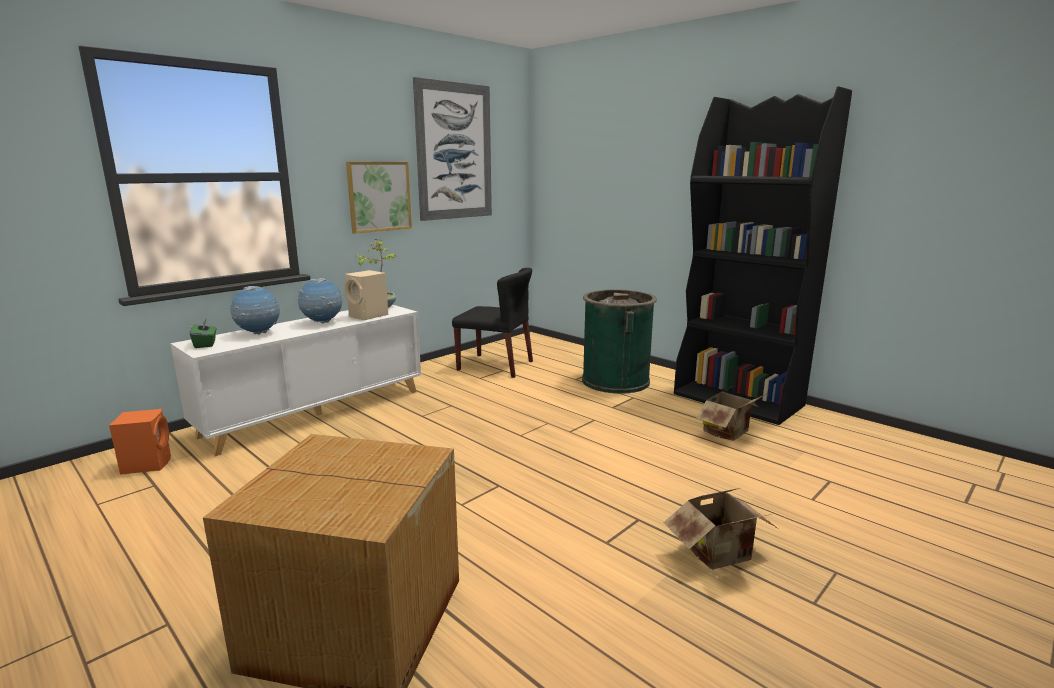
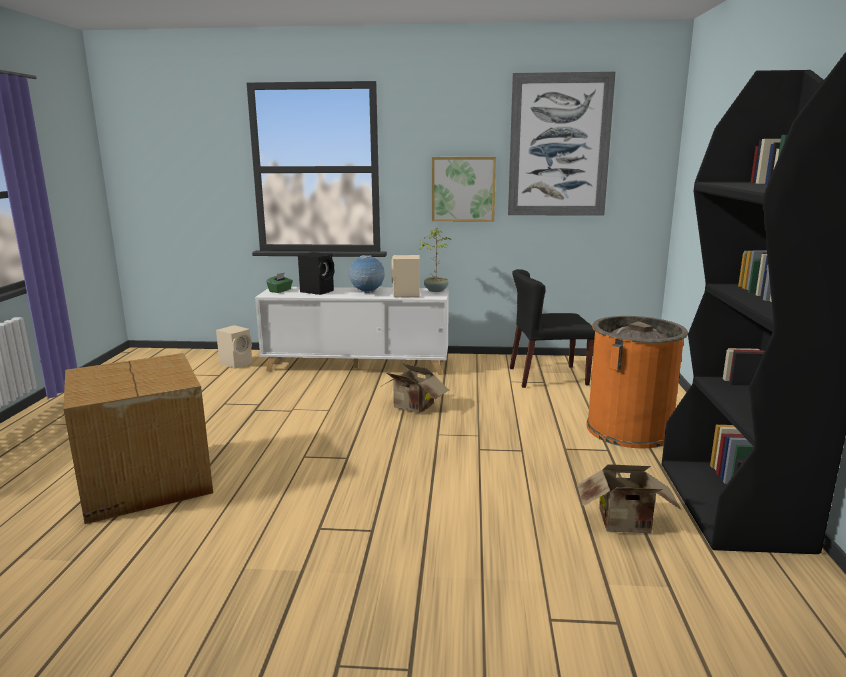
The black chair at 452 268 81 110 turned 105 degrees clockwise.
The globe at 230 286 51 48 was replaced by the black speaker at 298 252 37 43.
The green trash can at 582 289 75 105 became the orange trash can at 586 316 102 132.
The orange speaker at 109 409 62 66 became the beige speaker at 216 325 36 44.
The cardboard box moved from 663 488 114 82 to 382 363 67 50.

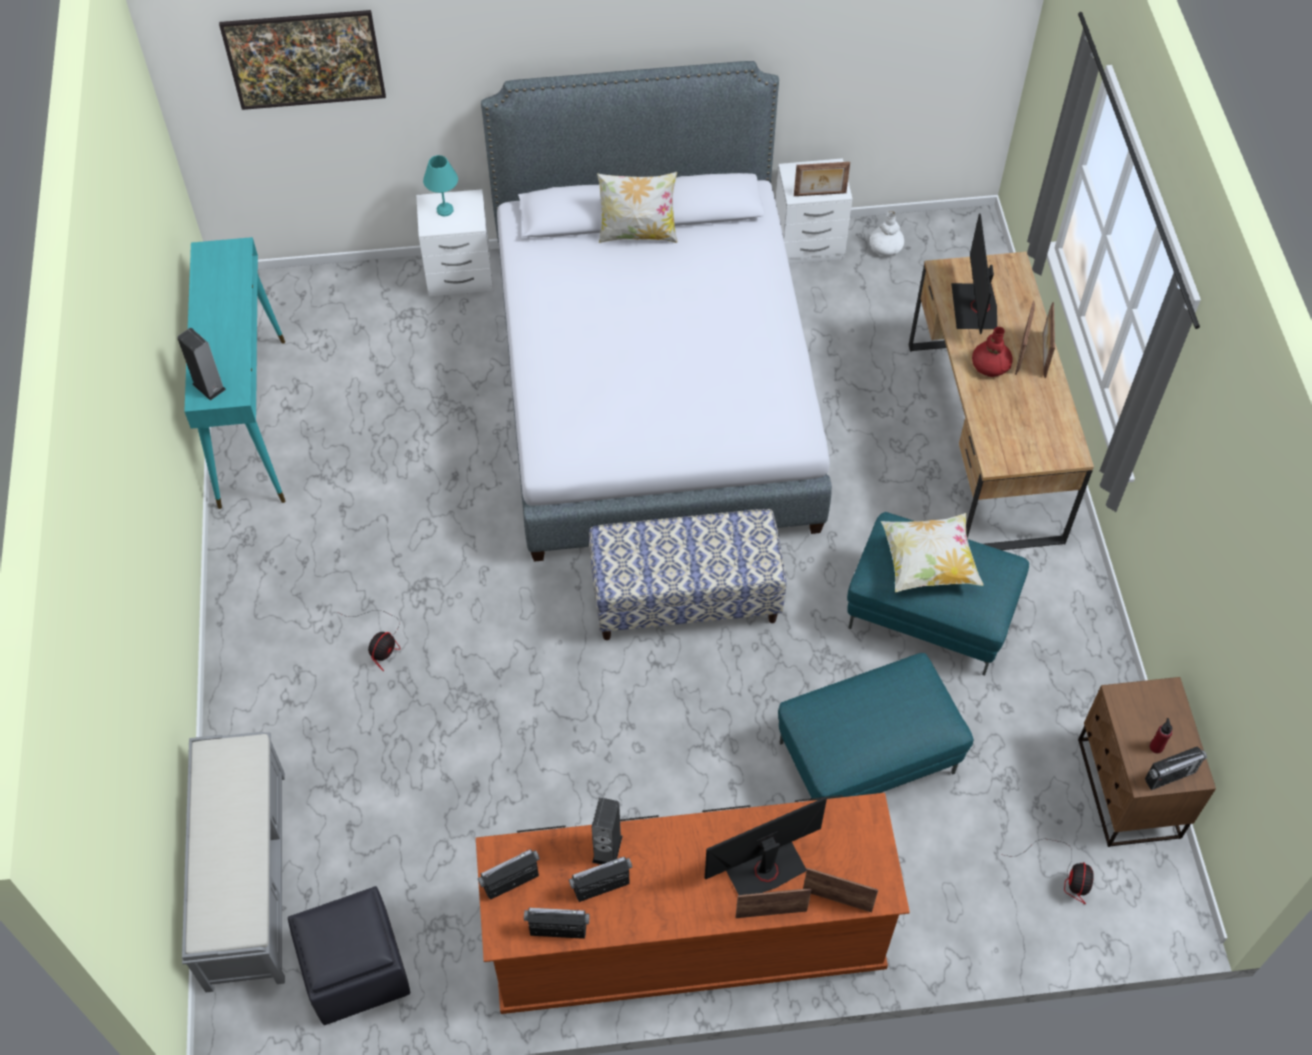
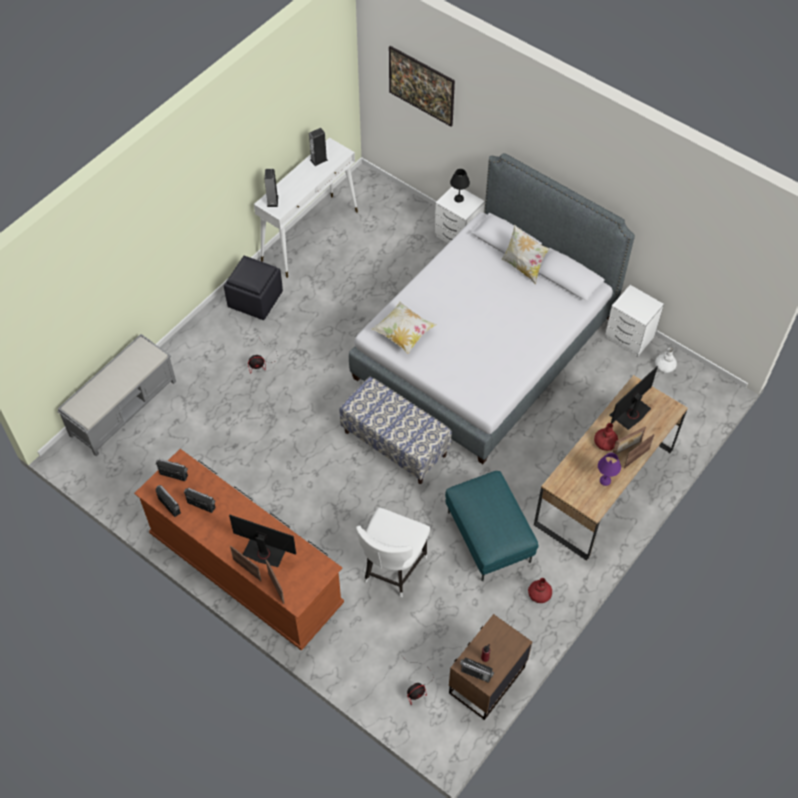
The turquoise table lamp at 423 155 35 61 became the black table lamp at 450 169 20 34.
The picture frame at 794 162 56 34 disappeared.
The turquoise console table at 184 237 101 272 became the white console table at 254 137 104 141.
The pillow moved from 881 513 102 80 to 372 301 65 53.
The turquoise ottoman at 778 653 196 147 was replaced by the white chair at 356 507 74 90.
The speaker moved from 592 798 31 67 to 309 128 19 38.
The black ottoman moved from 288 886 122 139 to 224 256 59 64.
The purple table lamp at 598 453 23 33 appeared.
The red vase at 528 578 24 25 appeared.

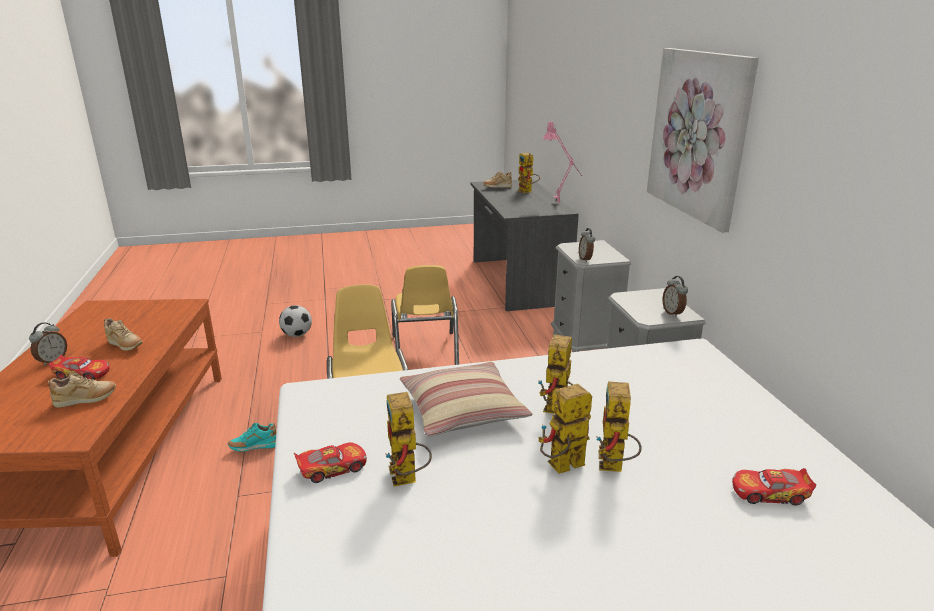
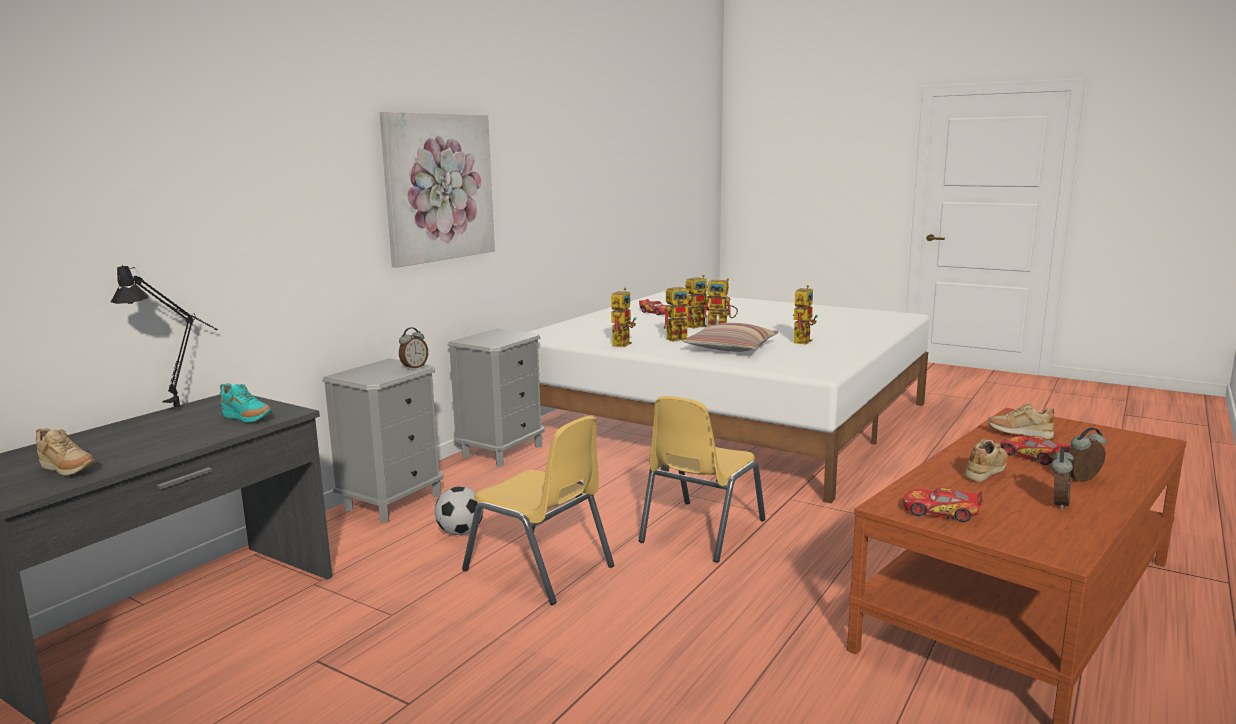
The pink table lamp at 543 120 39 83 became the black table lamp at 111 265 107 143.
The toy robot moved from 517 153 23 40 to 611 288 25 59.
The yellow chair at 391 265 68 100 turned 90 degrees clockwise.
The alarm clock moved from 663 276 25 41 to 1051 446 23 64.
The football moved from 279 305 33 32 to 435 486 48 49.
The beige shoe at 104 318 39 33 turned 60 degrees clockwise.
The turquoise shoe moved from 228 423 48 29 to 220 383 52 39.
The toy car moved from 294 442 72 41 to 903 487 80 35.

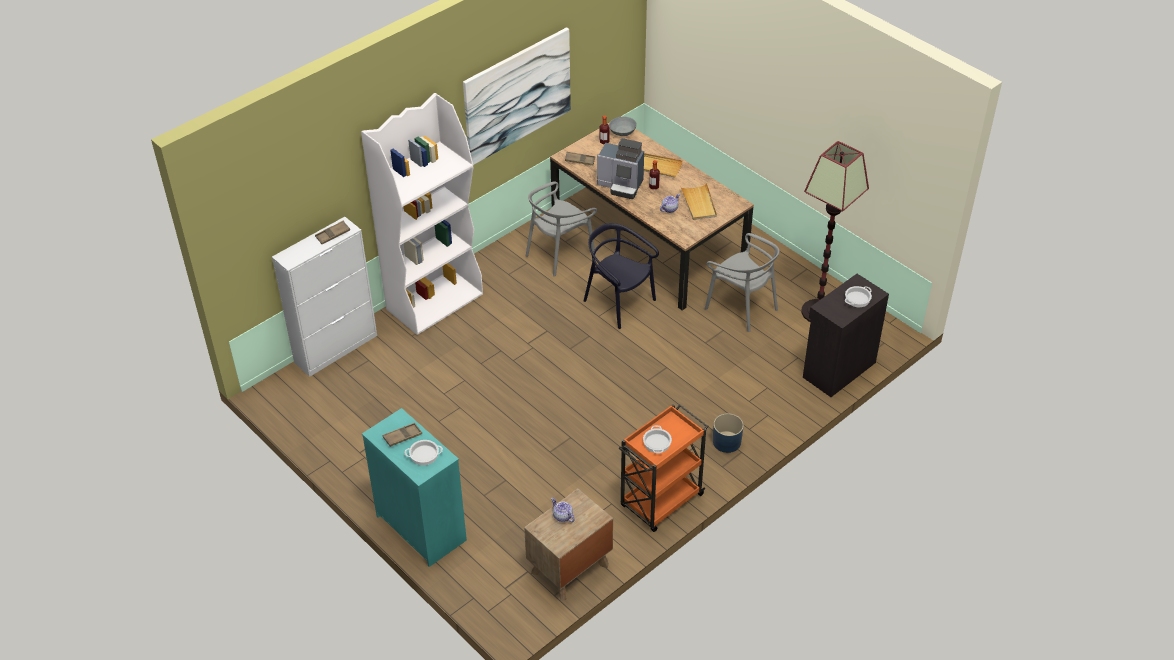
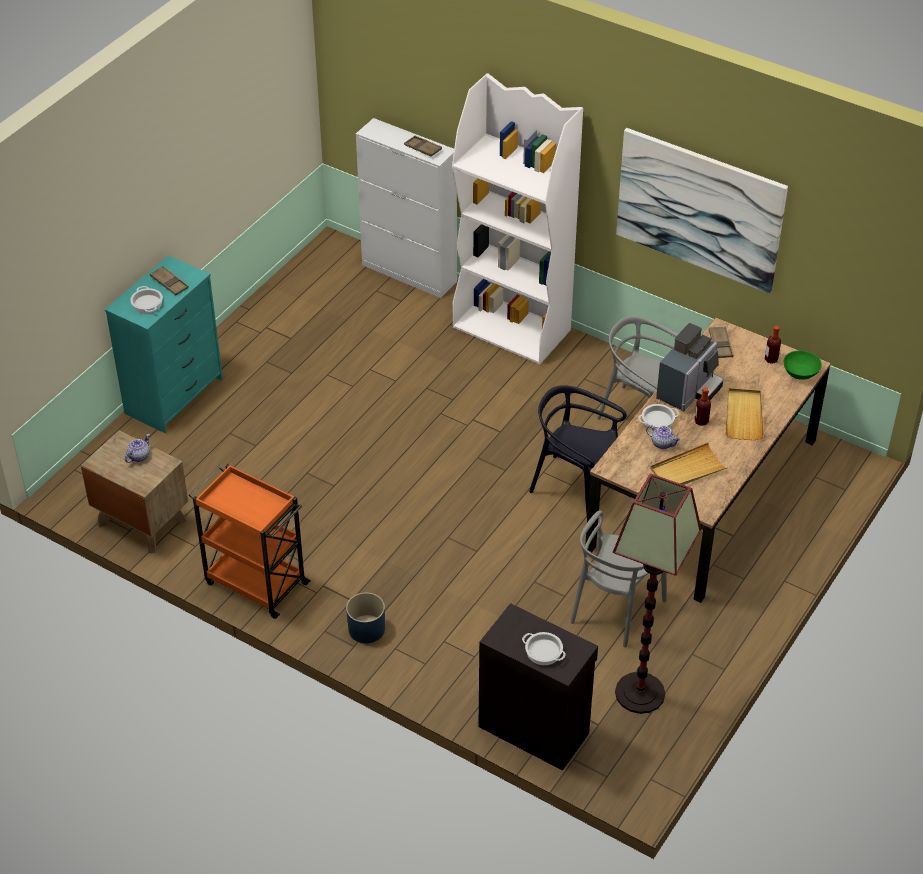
The grey bowl at 609 116 28 20 became the green bowl at 784 350 38 30.
The coffee machine at 597 138 47 61 turned 150 degrees counterclockwise.
The black chair at 584 223 75 106 turned 90 degrees counterclockwise.
The cooking pot moved from 643 425 29 28 to 638 404 41 26.

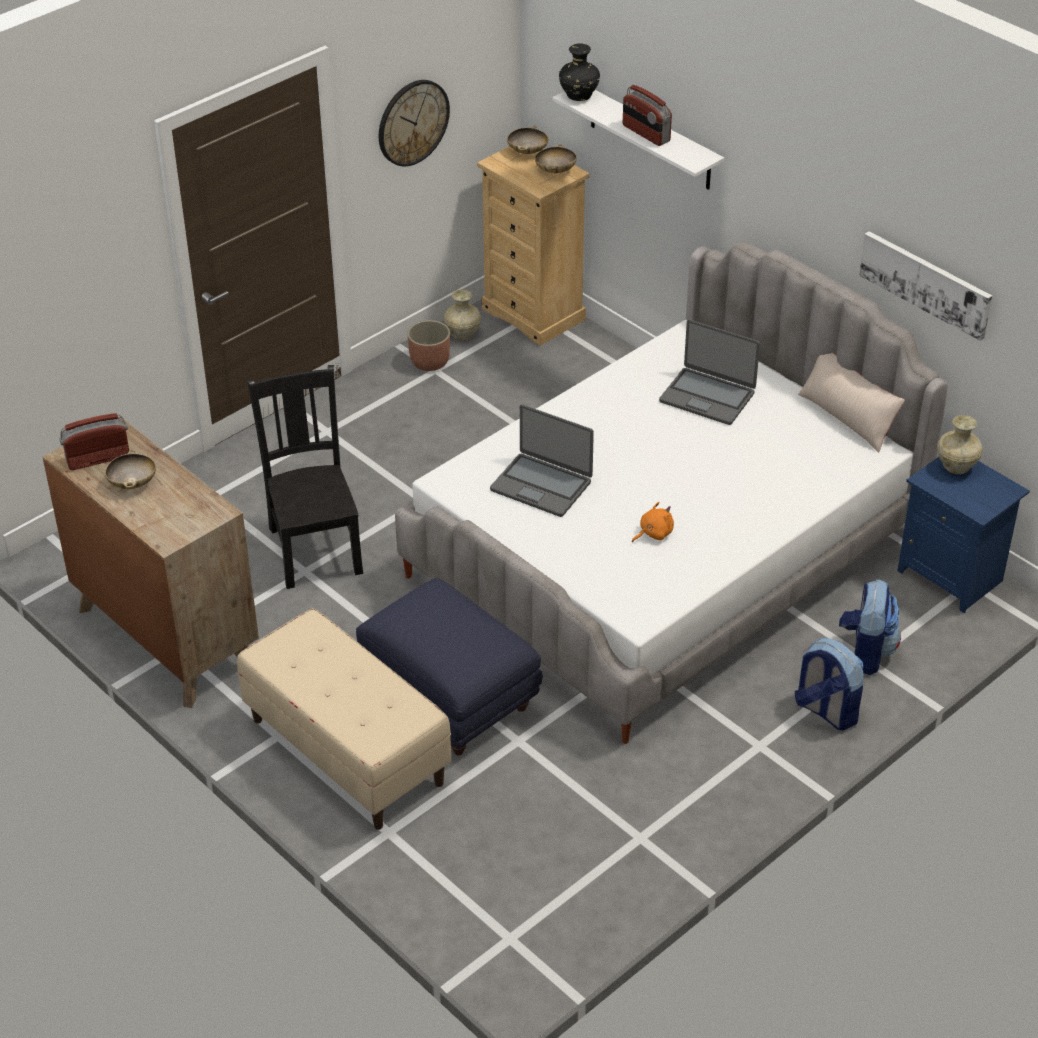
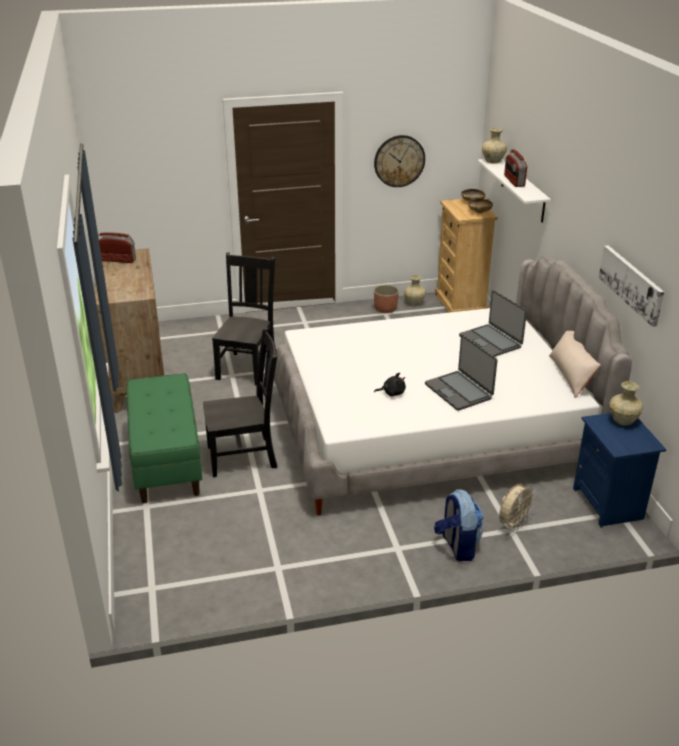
The black vase at 559 43 41 58 became the beige vase at 482 127 25 36.
The laptop moved from 490 404 104 113 to 425 335 72 76.
The beige bowl at 105 450 51 39 disappeared.
The orange plush toy at 632 502 42 40 became the black plush toy at 374 373 32 23.
The blue ottoman at 356 578 187 177 was replaced by the black chair at 203 327 74 150.
The backpack at 839 579 62 96 was replaced by the beige fan at 499 483 37 49.
The beige bench at 237 608 214 222 became the green bench at 126 373 76 130.

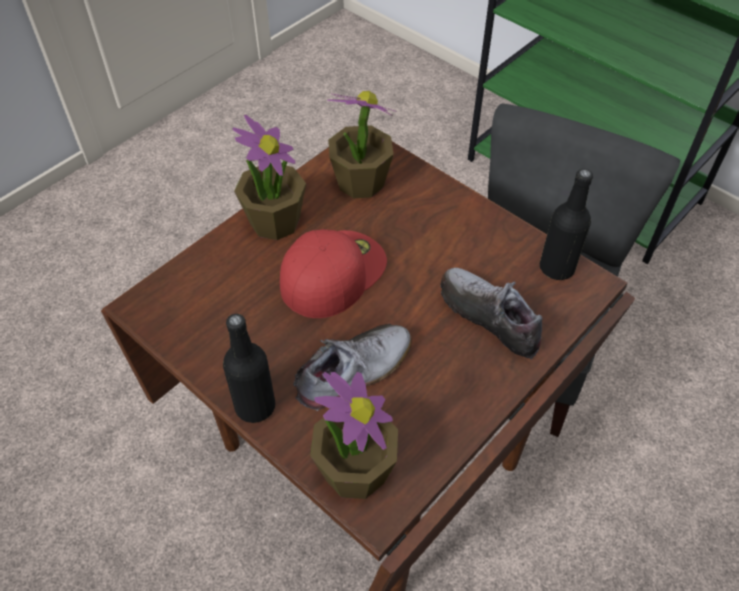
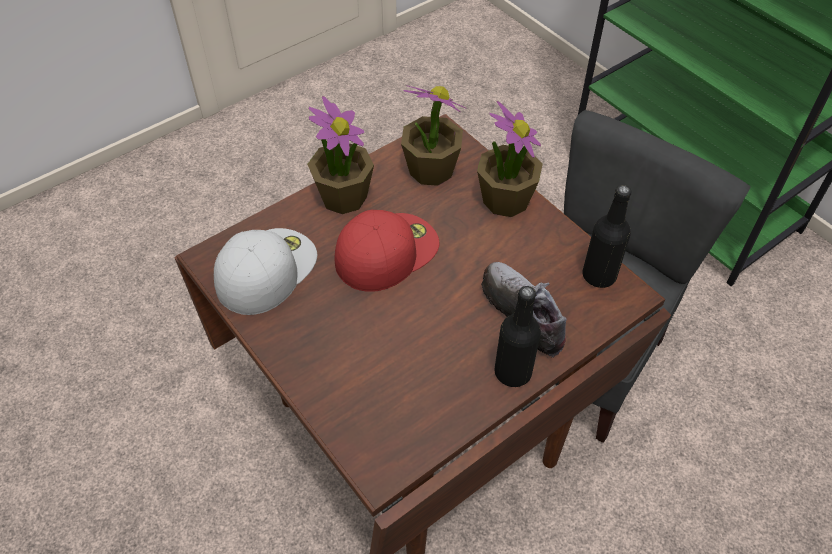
The black bottle moved from 223 314 52 109 to 495 286 46 101.
The shoe at 293 323 119 88 disappeared.
The potted plant moved from 310 372 88 127 to 477 101 66 116.
The white cap at 214 228 103 87 appeared.

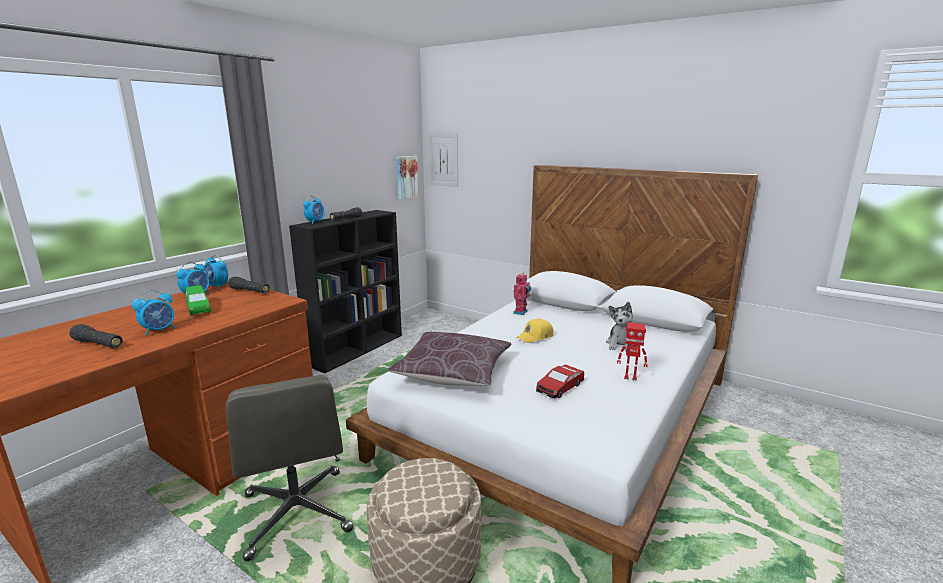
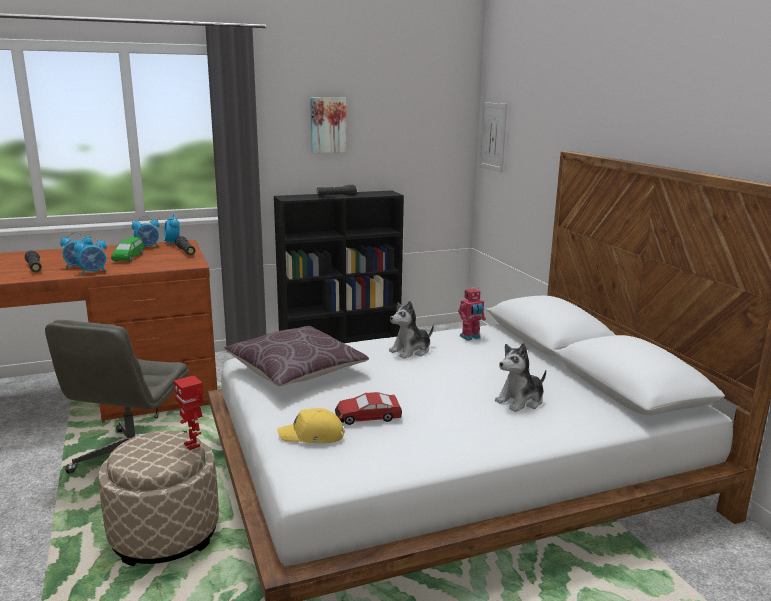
The picture moved from 396 156 23 43 to 310 97 36 56.
The alarm clock moved from 303 196 22 28 to 74 236 33 39.
The yellow cap moved from 517 318 37 25 to 277 408 68 35.
The toy robot moved from 617 322 31 59 to 174 375 29 75.
The plush toy at 389 301 45 58 appeared.

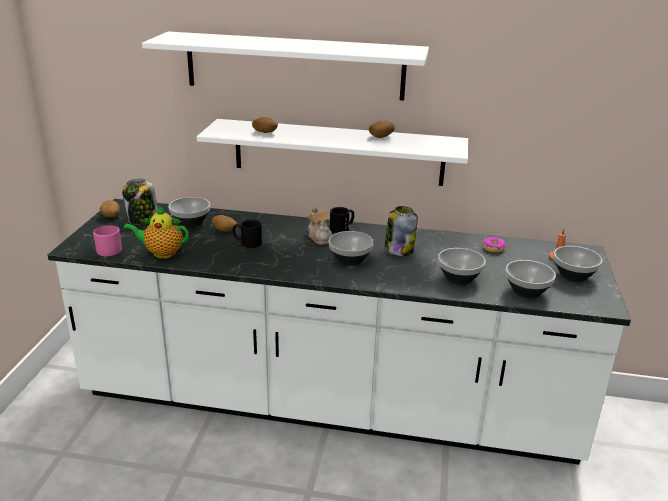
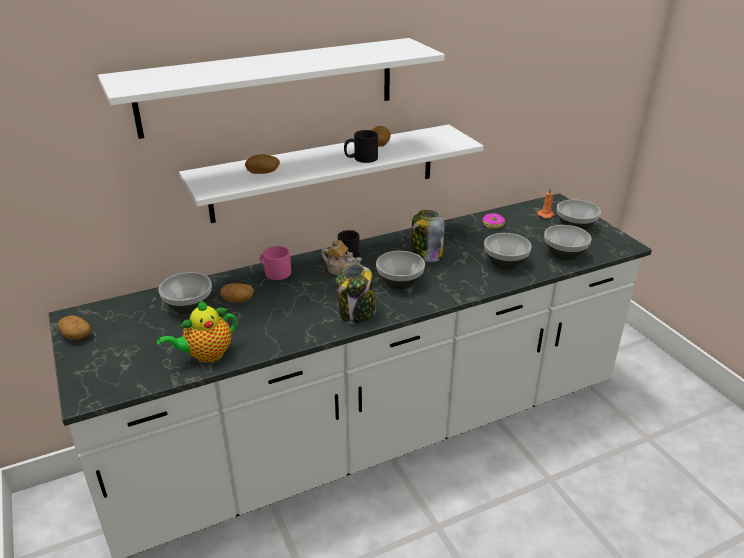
The jar moved from 122 179 36 45 to 336 264 40 60.
The black mug moved from 233 219 29 29 to 344 130 34 33.
The pink mug moved from 93 225 29 31 to 260 246 31 34.

